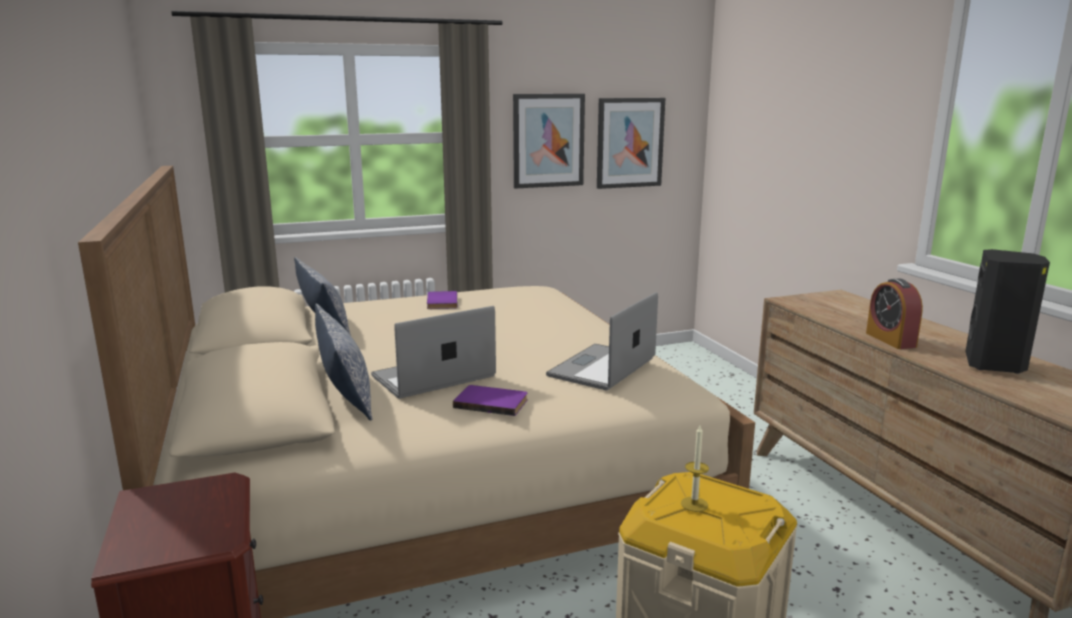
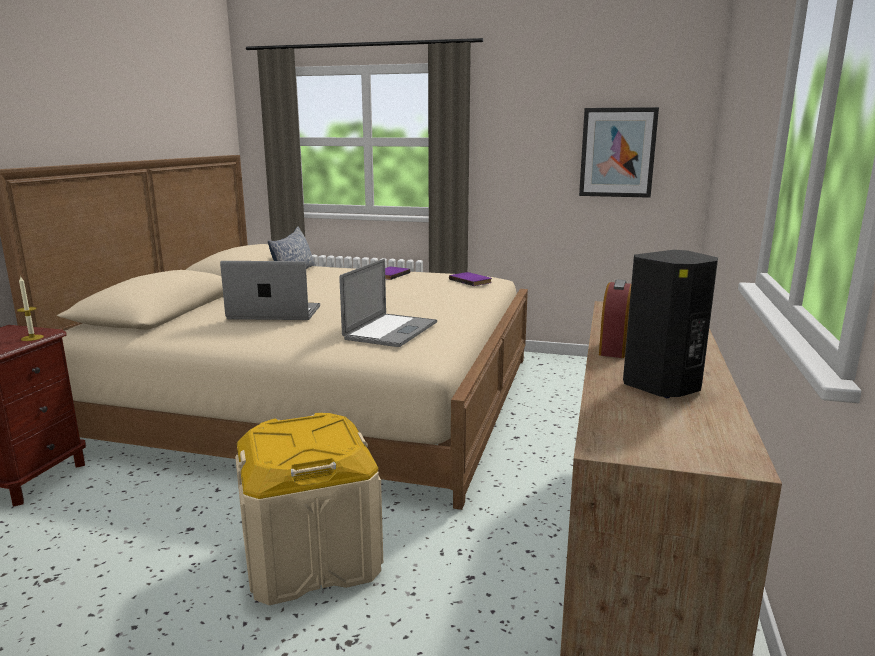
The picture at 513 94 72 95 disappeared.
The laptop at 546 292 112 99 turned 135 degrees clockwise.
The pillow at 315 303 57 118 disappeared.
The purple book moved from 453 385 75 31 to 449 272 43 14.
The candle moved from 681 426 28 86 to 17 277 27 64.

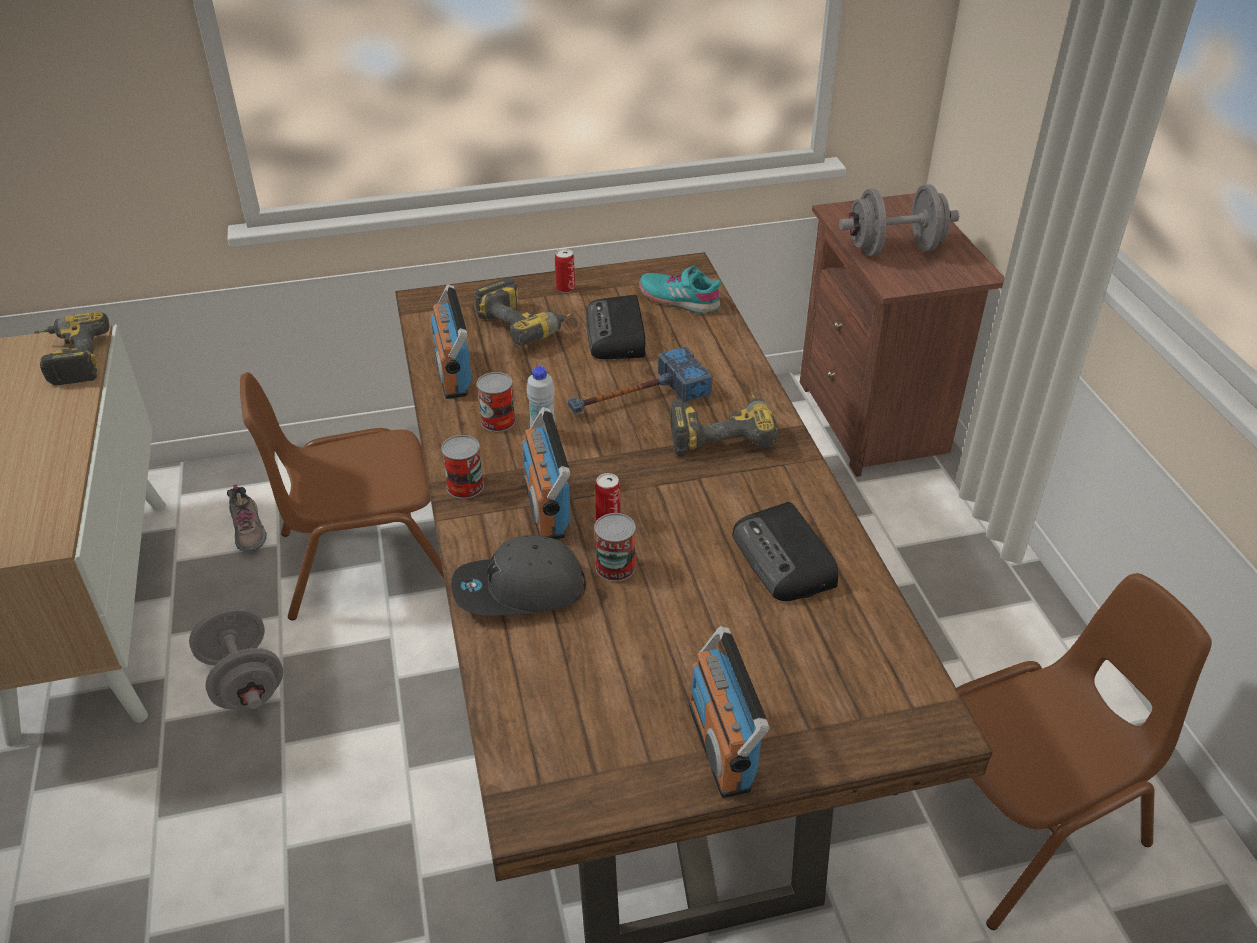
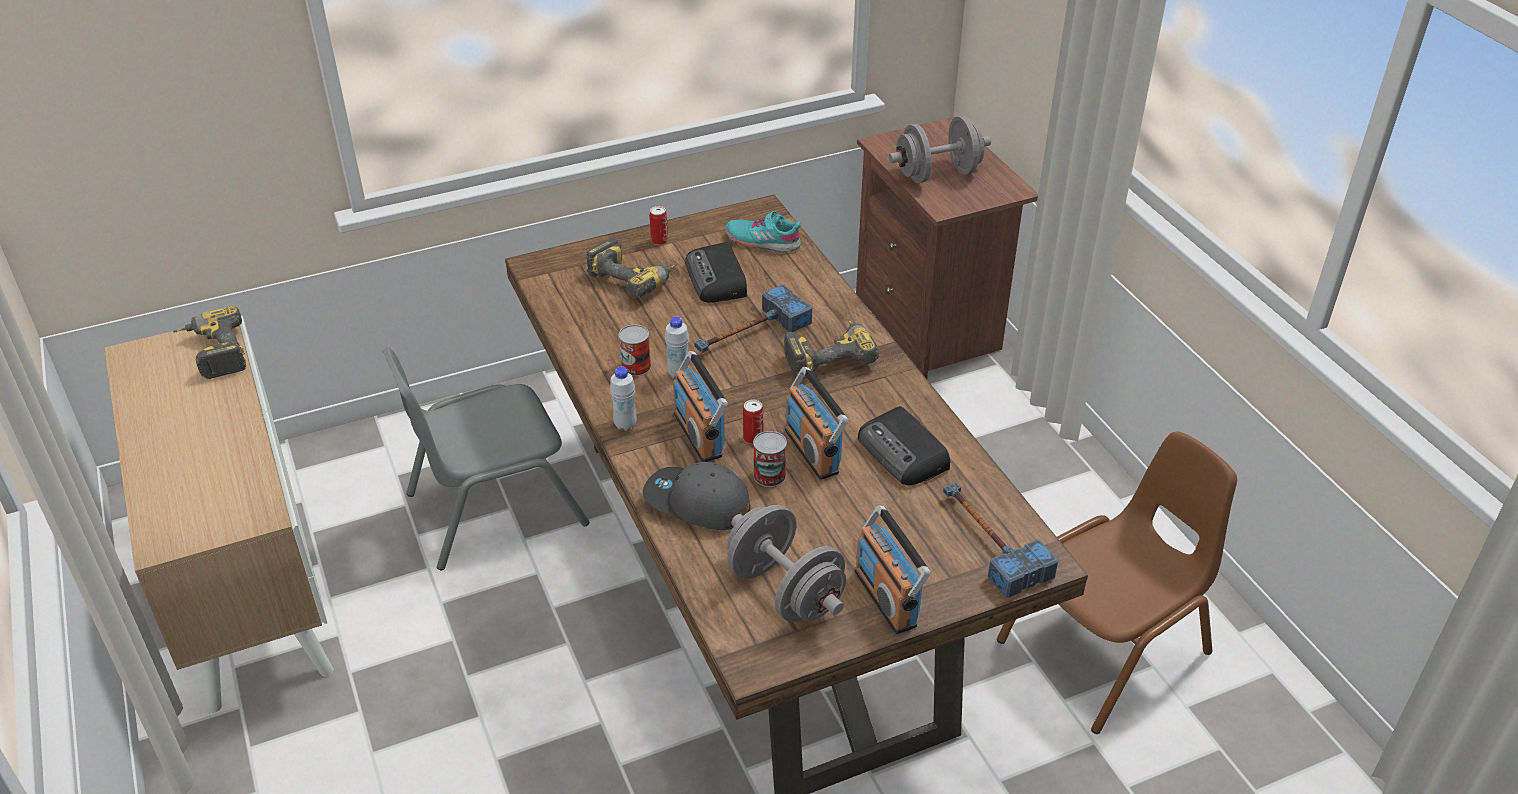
The radio moved from 431 284 41 115 to 784 367 64 113.
The brown chair at 240 372 204 248 became the grey chair at 382 347 207 223.
The can at 441 435 43 64 was replaced by the white bottle at 610 366 27 65.
The shoe at 227 485 40 66 disappeared.
The grey cap at 451 535 135 81 turned 45 degrees clockwise.
The grey dumbbell moved from 189 606 94 105 to 727 505 119 117.
The hammer at 943 482 115 116 appeared.

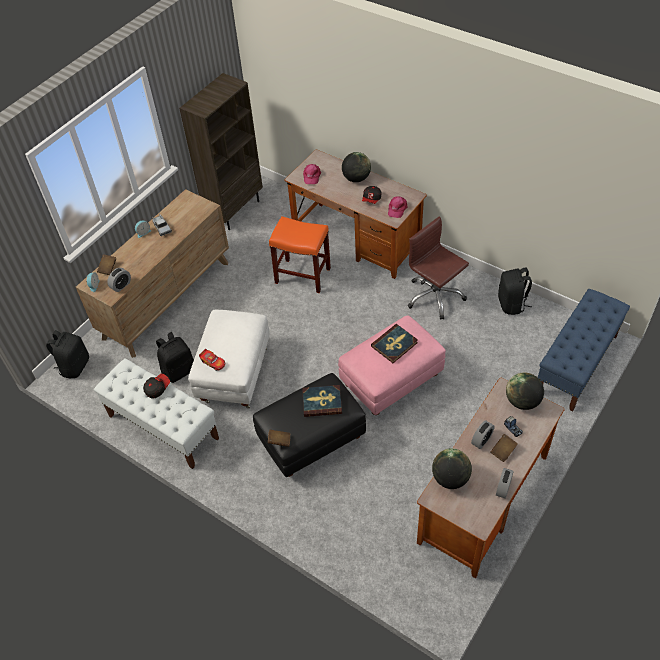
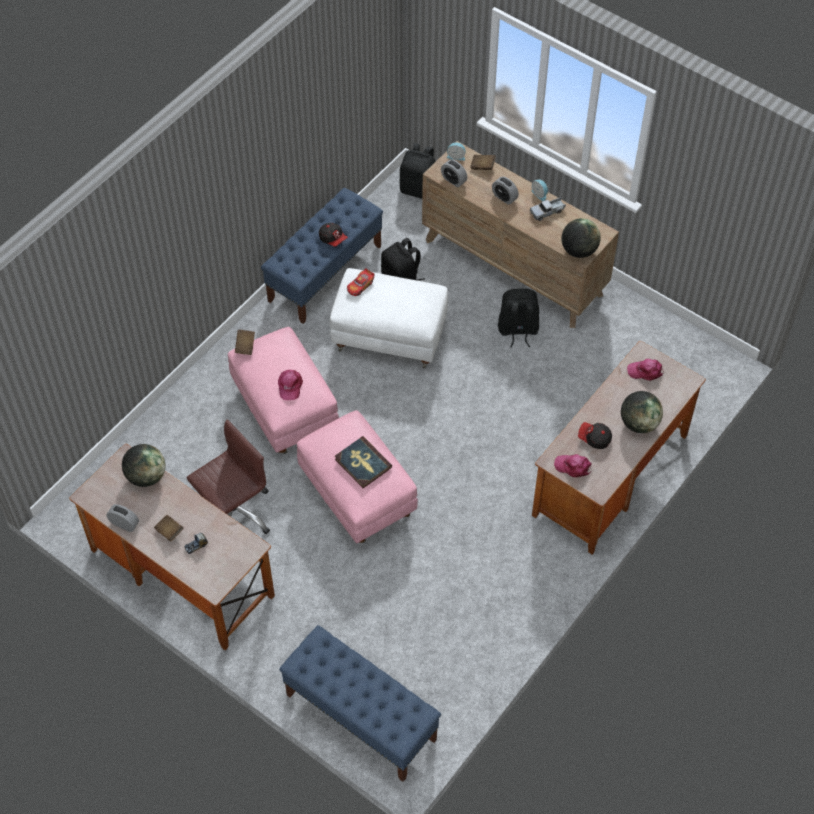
The brown bookcase at 179 73 84 157 disappeared.
The orange stool at 269 216 62 77 disappeared.
The brown office chair moved from 407 216 62 104 to 187 420 83 114.
The black backpack moved from 498 268 34 47 to 498 289 41 59.
The white bench at 94 358 125 111 became the blue bench at 261 188 122 136.
The black ottoman at 253 373 113 104 became the pink ottoman at 228 327 111 127.
The globe moved from 506 373 38 37 to 561 218 40 40.
The book at 302 385 40 32 was replaced by the pink cap at 278 370 25 30.
The alarm clock moved from 471 421 24 28 to 492 177 27 28.

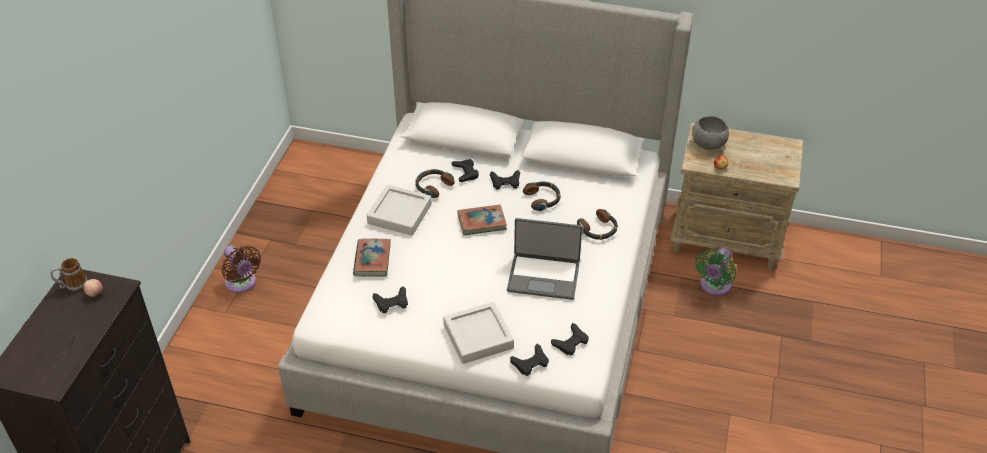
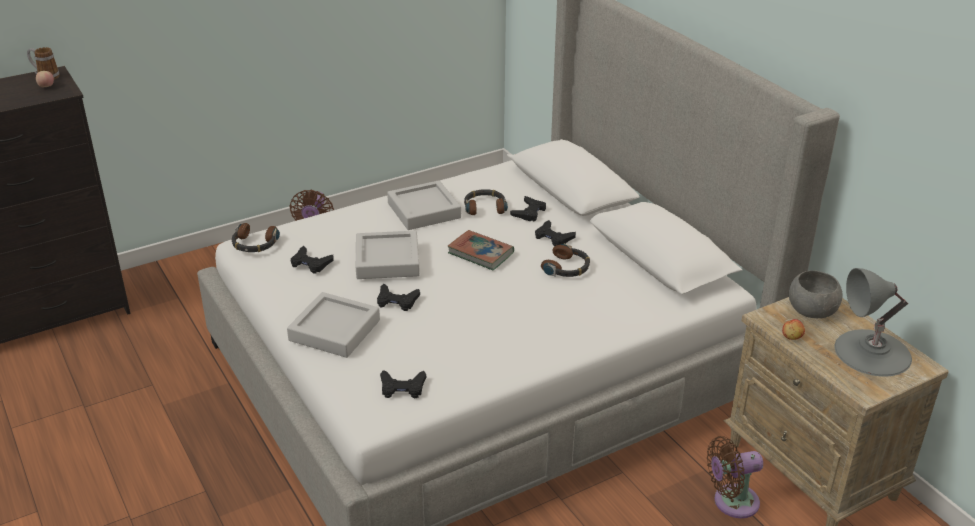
The headphones moved from 577 209 41 31 to 232 223 48 29.
The laptop at 507 218 75 82 disappeared.
The book at 353 239 38 38 disappeared.
The green fan at 695 247 41 49 became the brown fan at 707 436 56 82.
The black game controller moved from 510 344 39 32 to 377 284 43 27.
The grey tray at 356 231 64 48 appeared.
The grey table lamp at 834 268 78 109 appeared.

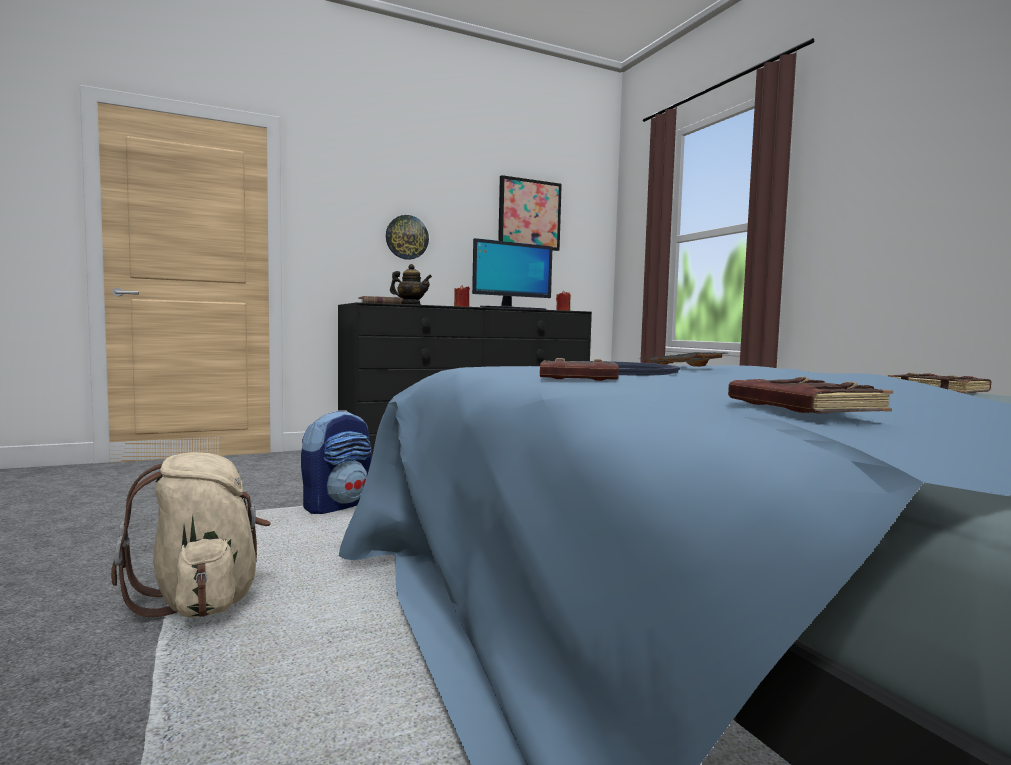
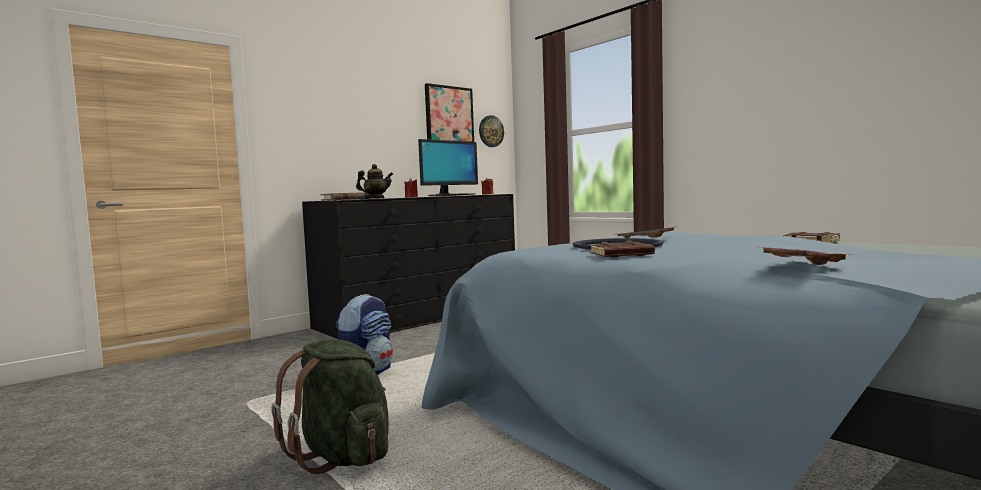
The wall clock moved from 386 215 43 45 to 479 115 25 32.
The brown book at 728 377 165 36 was replaced by the pink tray at 760 247 93 18.
The beige backpack at 111 452 160 166 became the green backpack at 271 339 118 135.

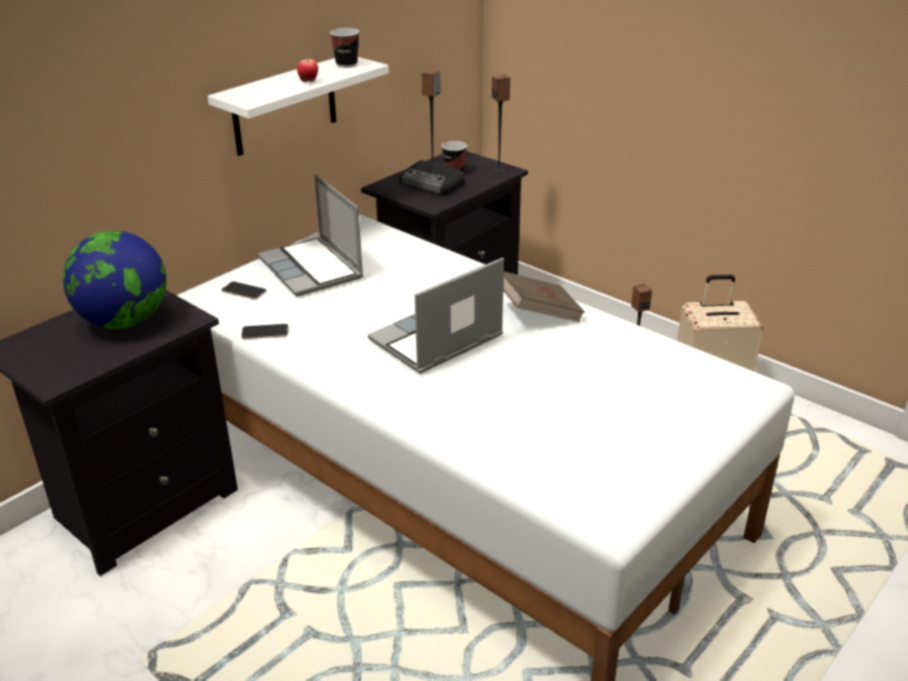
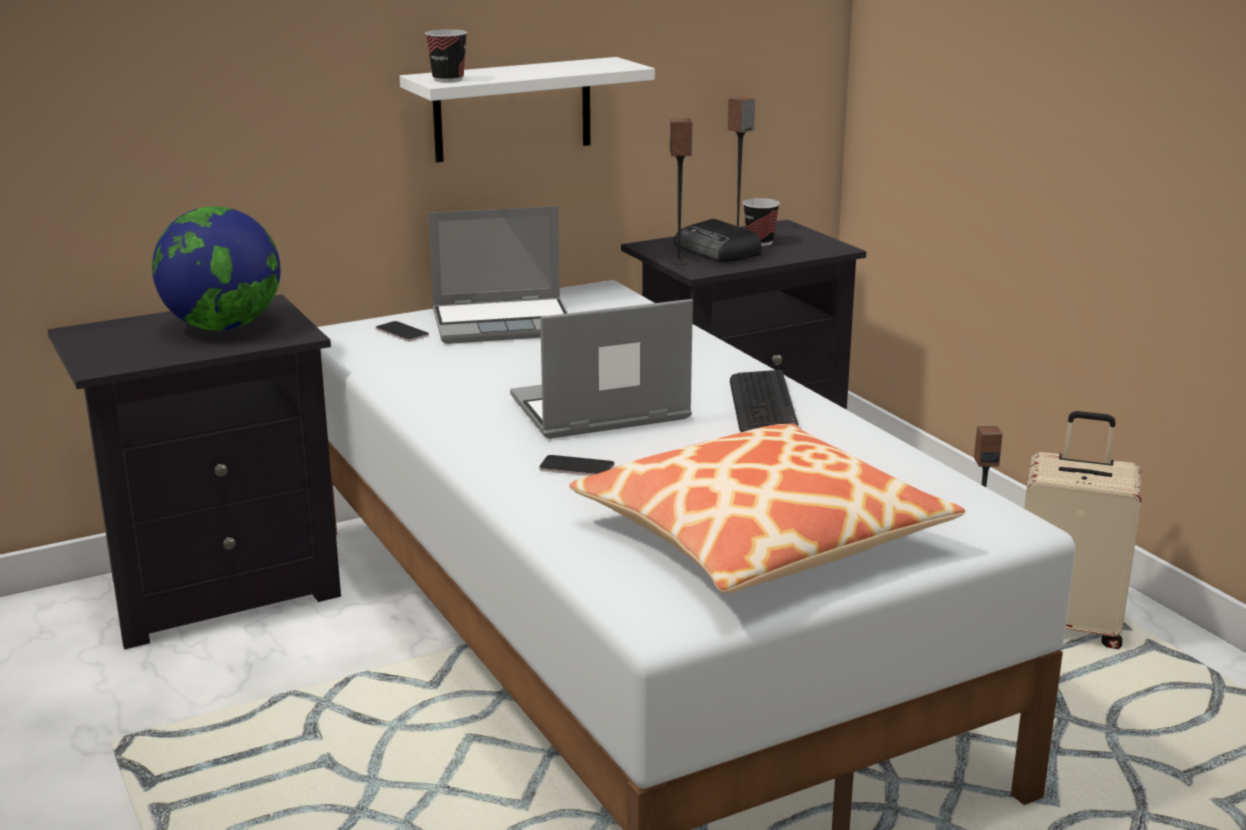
The cup moved from 330 28 30 40 to 425 29 42 54.
The apple at 297 59 21 23 disappeared.
The speaker moved from 492 74 18 99 to 670 118 23 147.
The laptop at 258 174 106 123 turned 90 degrees counterclockwise.
The brown book at 503 271 82 51 was replaced by the keyboard at 730 370 68 62.
The phone moved from 241 324 48 15 to 539 455 76 21.
The pillow at 569 424 396 169 appeared.

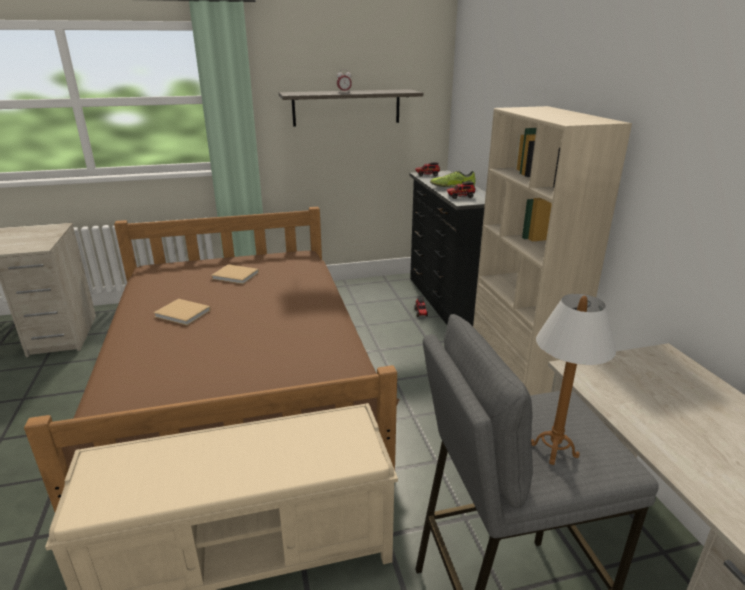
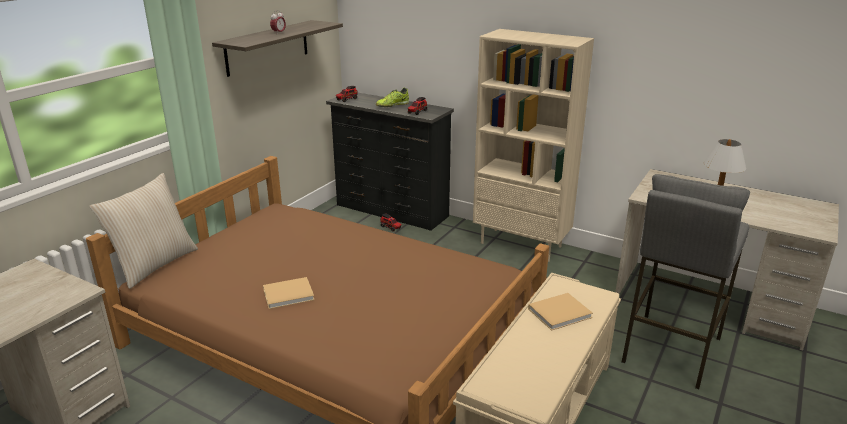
The beige book moved from 211 264 48 20 to 528 293 65 38.
The beige pillow at 89 173 109 116 appeared.

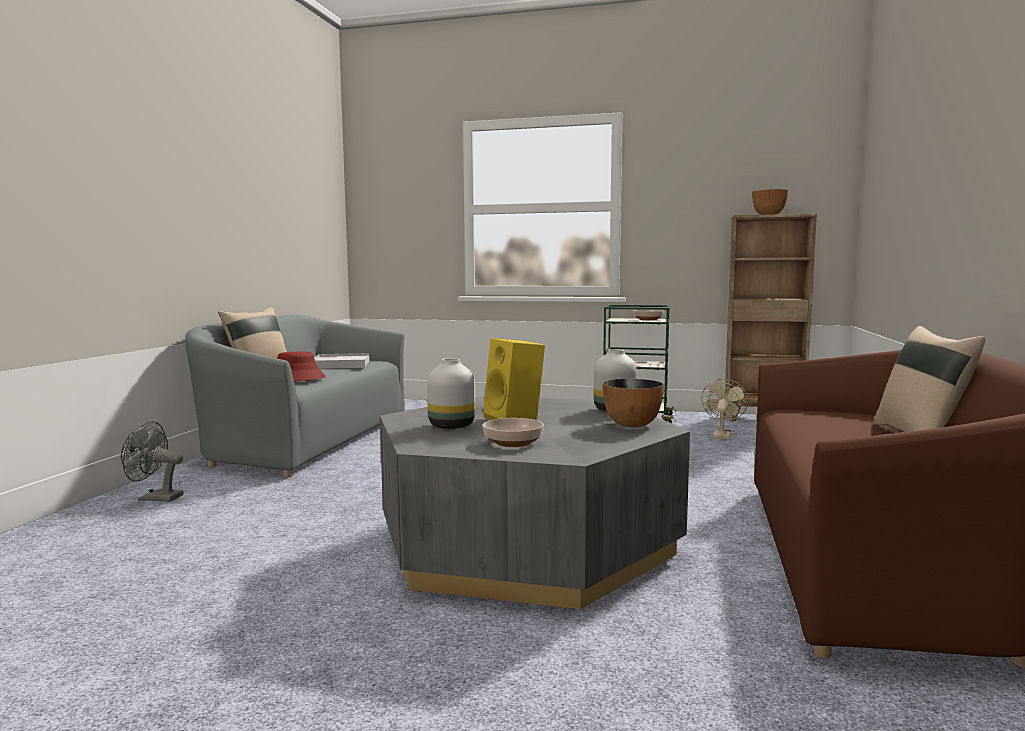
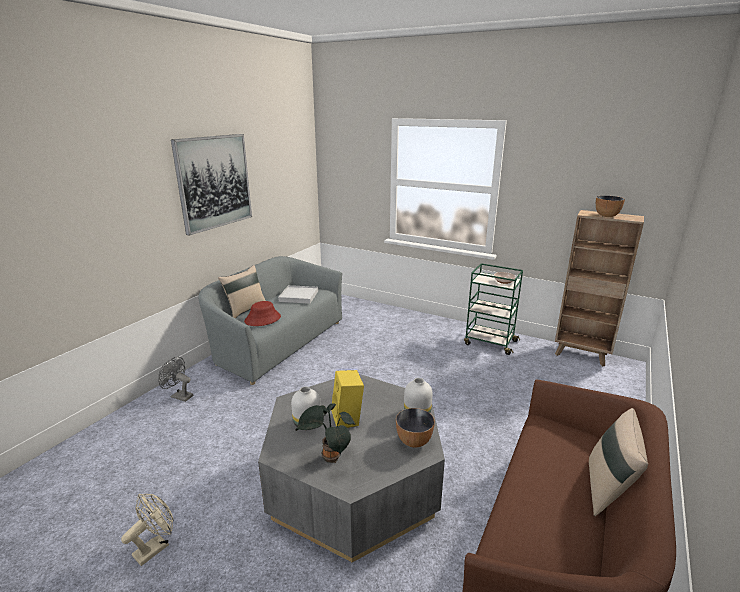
The beige fan moved from 701 379 47 61 to 121 494 53 72.
The bowl at 483 418 61 29 was replaced by the potted plant at 295 403 60 60.
The picture at 171 134 81 102 appeared.

